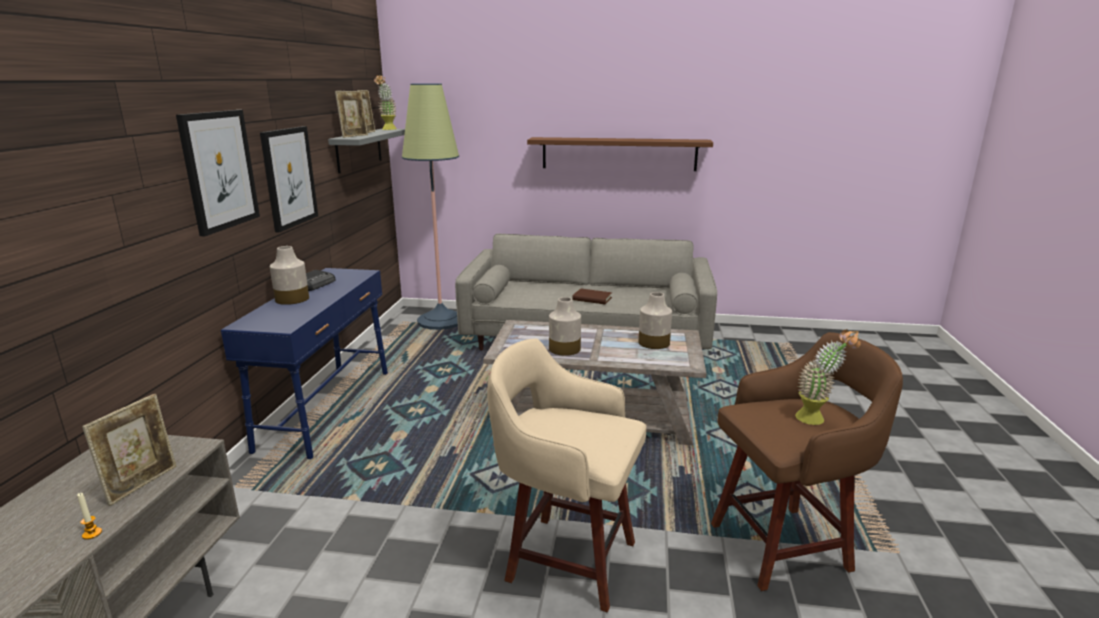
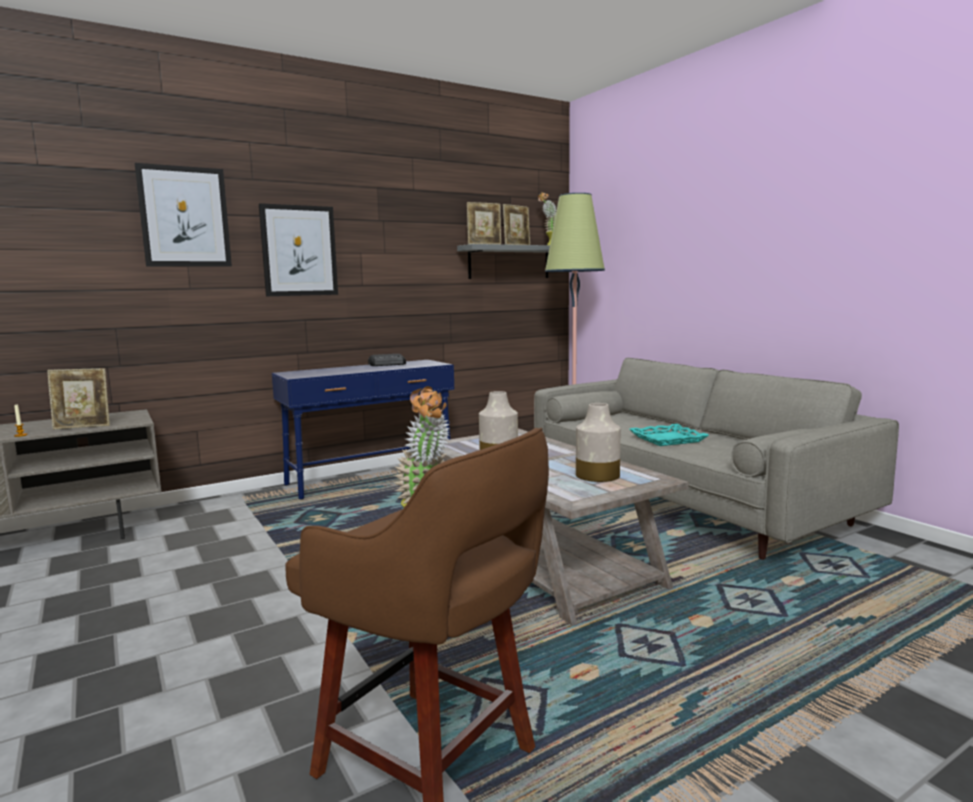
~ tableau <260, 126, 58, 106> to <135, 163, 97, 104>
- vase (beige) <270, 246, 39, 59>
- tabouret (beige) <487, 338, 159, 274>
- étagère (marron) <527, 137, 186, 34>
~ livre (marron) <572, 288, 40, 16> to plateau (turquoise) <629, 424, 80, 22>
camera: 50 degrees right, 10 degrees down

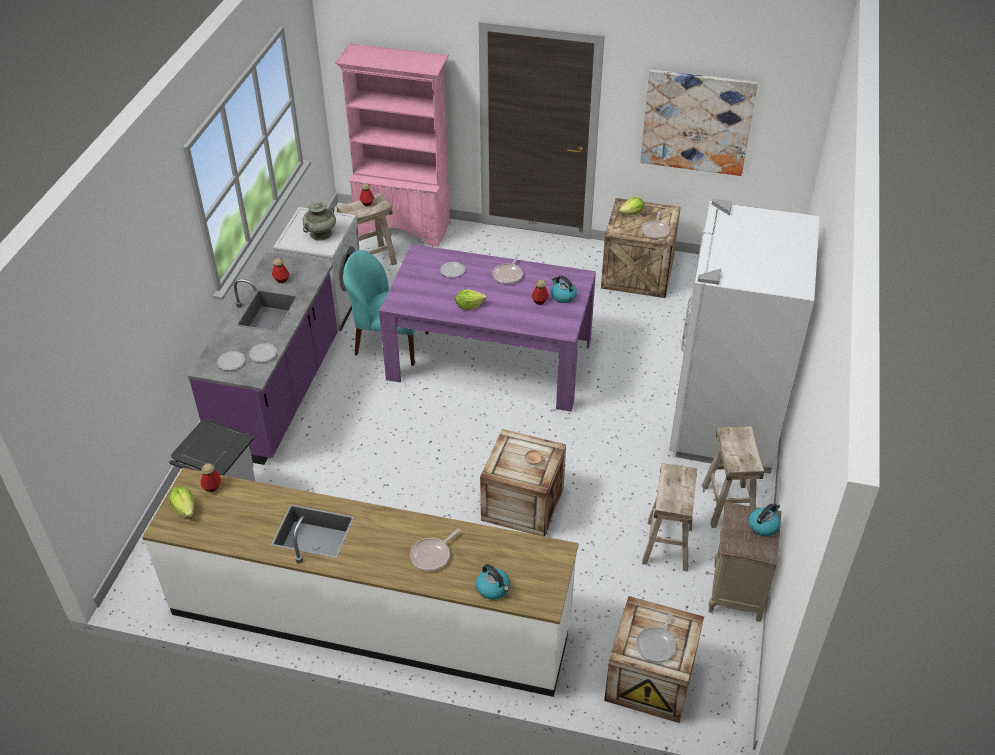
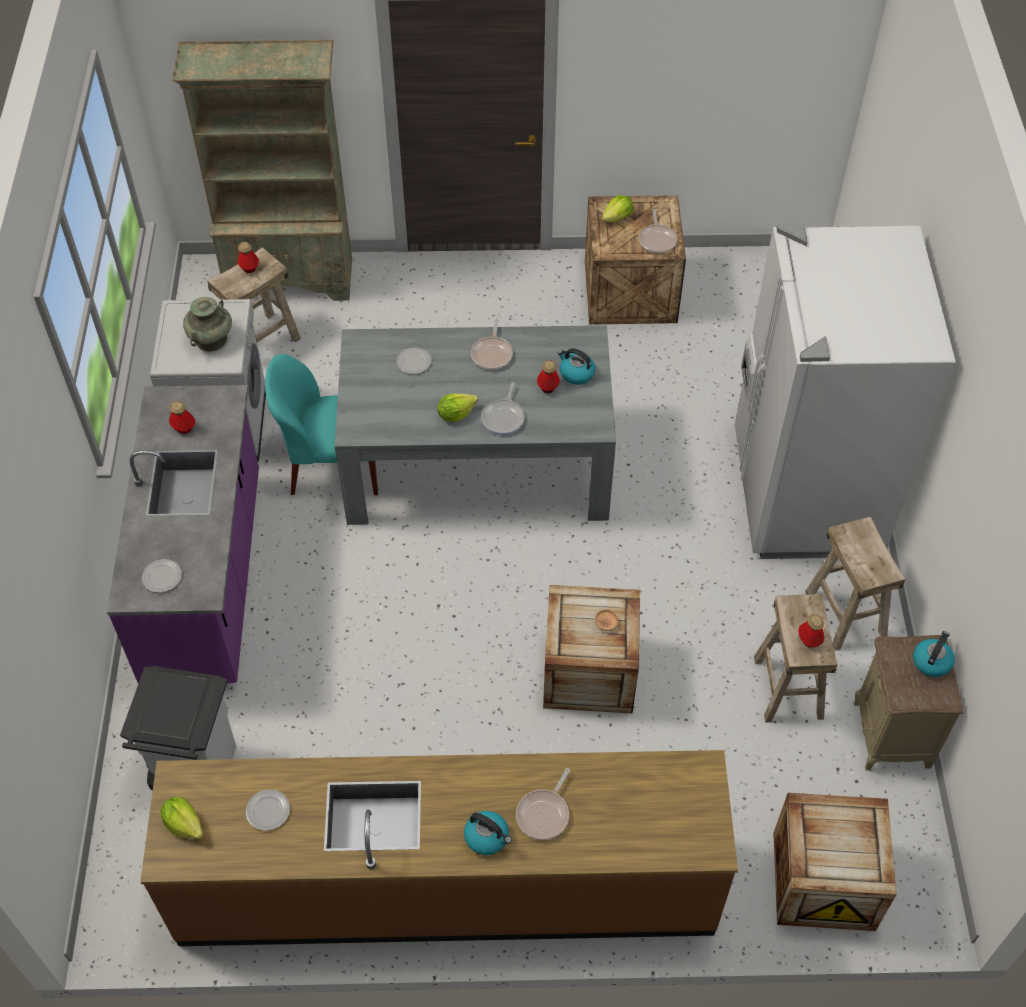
~ comptoir de cuisine (blanc) <142, 468, 437, 229> to comptoir de cuisine (marron) <140, 750, 598, 196>
~ bouteille <201, 463, 20, 29> to <798, 614, 27, 34>
~ assiette <249, 343, 28, 19> to <246, 789, 44, 42>
~ bibliothèque (rose) <335, 43, 115, 204> to bibliothèque (vert) <172, 40, 180, 261>
~ table à manger (violet) <379, 244, 217, 168> to table à manger (gris) <335, 325, 281, 200>
~ bouilloire <476, 564, 34, 36> to <464, 811, 48, 44>
~ poêle <636, 613, 40, 50> to <481, 382, 44, 53>
- tableau <640, 70, 118, 106>
camera: 15 degrees left, 10 degrees up

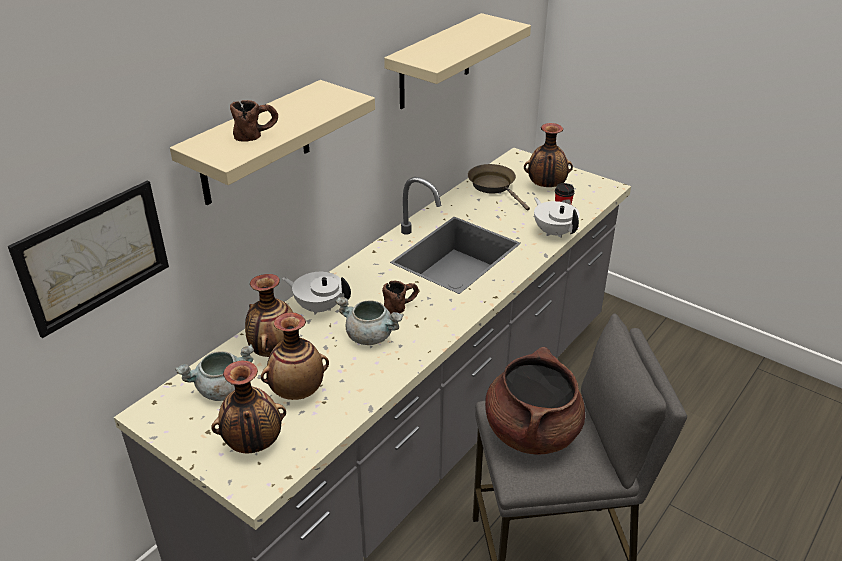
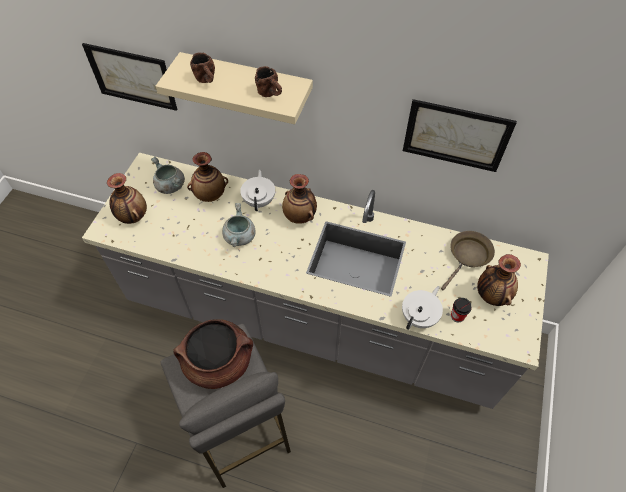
~ vase <261, 312, 68, 88> to <282, 174, 35, 50>
~ mug (marron) <382, 281, 37, 33> to <255, 66, 27, 31>
~ étagère (beige) <384, 13, 147, 96> to tableau <403, 99, 114, 73>
camera: 70 degrees right, 20 degrees up

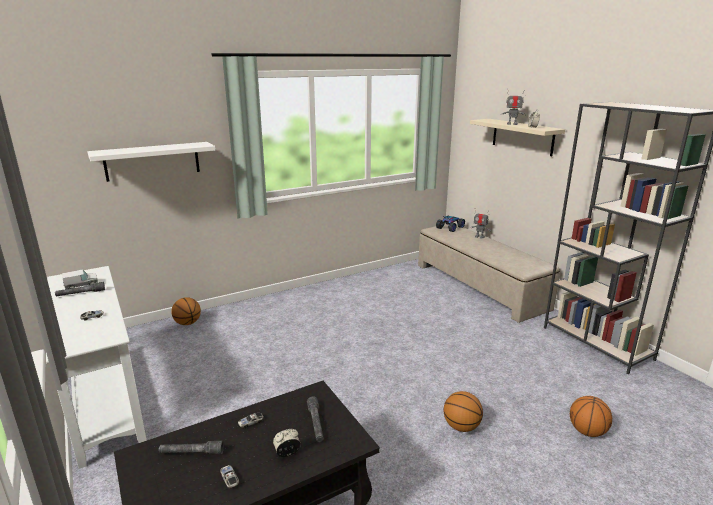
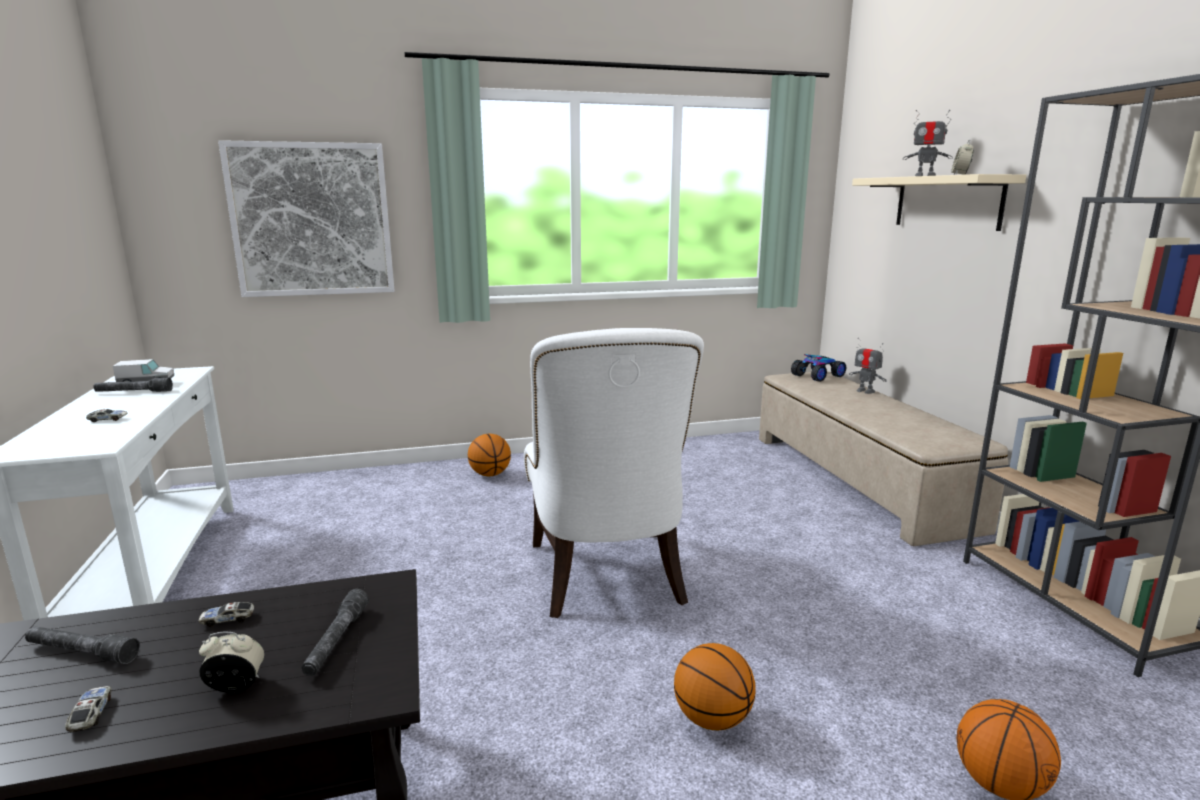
~ étagère (blanc) <87, 142, 129, 40> to tableau <218, 140, 177, 157>
~ ballon de basket <171, 297, 30, 28> to <468, 434, 43, 42>
+ chaise (blanc) <524, 328, 180, 290>
camera: 15 degrees right, 5 degrees down

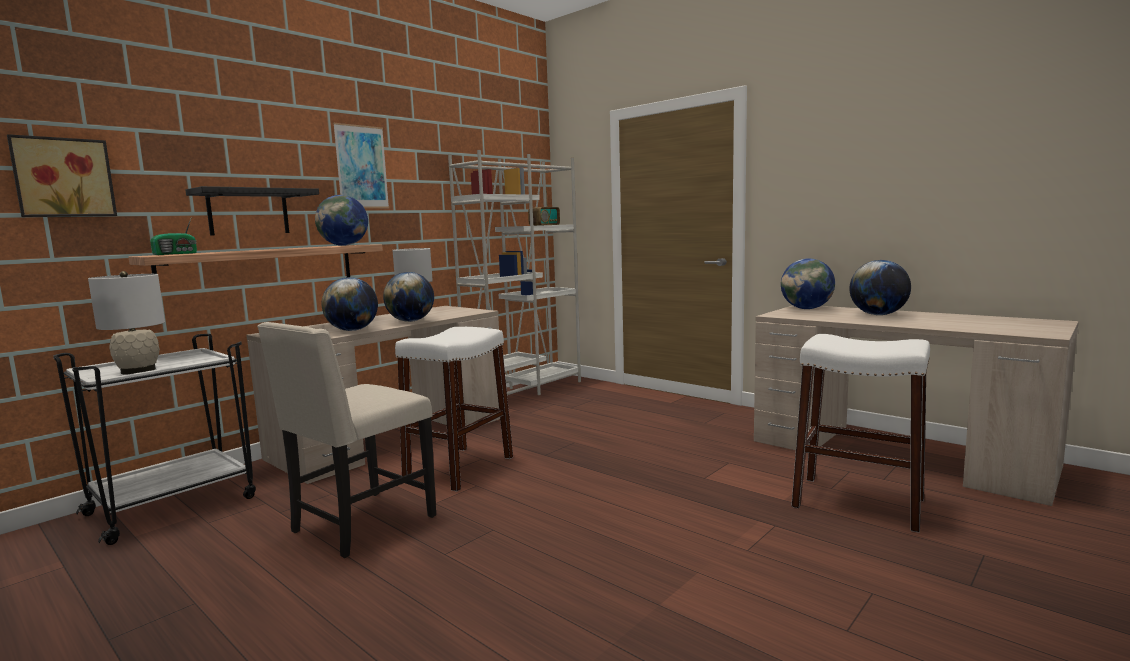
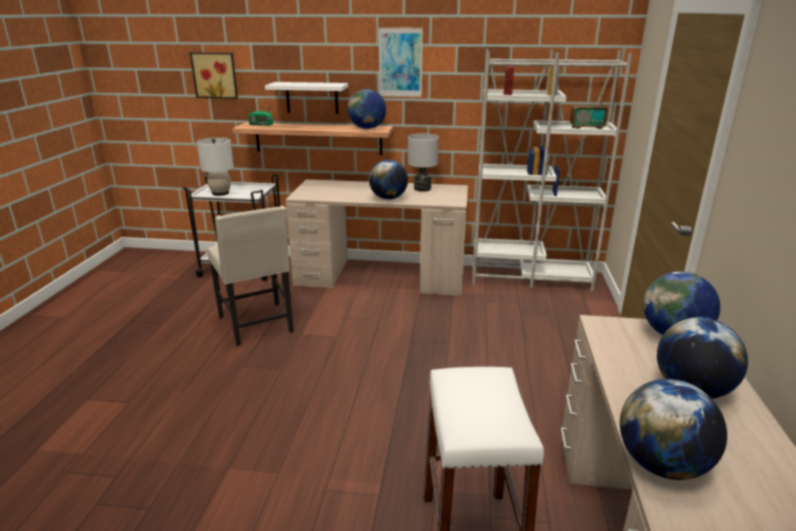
~ étagère (noir) <186, 186, 133, 50> to étagère (blanc) <265, 82, 83, 32>
~ chaise (beige) <257, 322, 179, 236> = <207, 206, 87, 140> 120 degrees counterclockwise
~ globe <322, 277, 56, 54> to <620, 379, 107, 101>
- tabouret (blanc) <395, 327, 118, 165>
camera: 55 degrees right, 15 degrees up

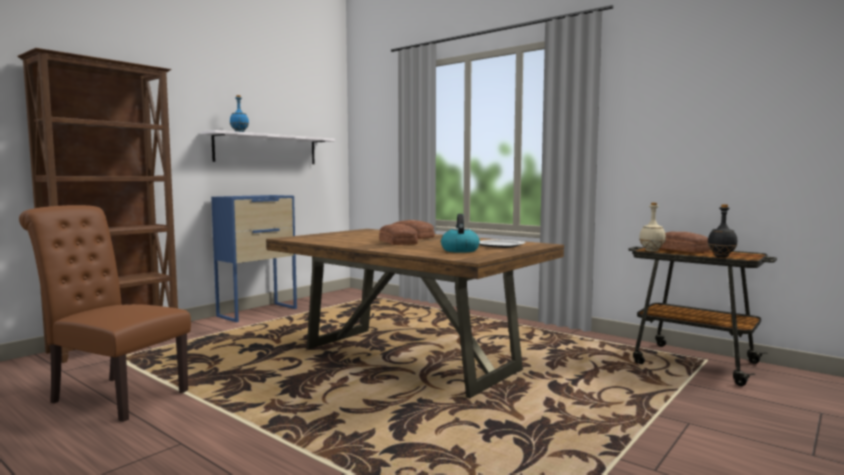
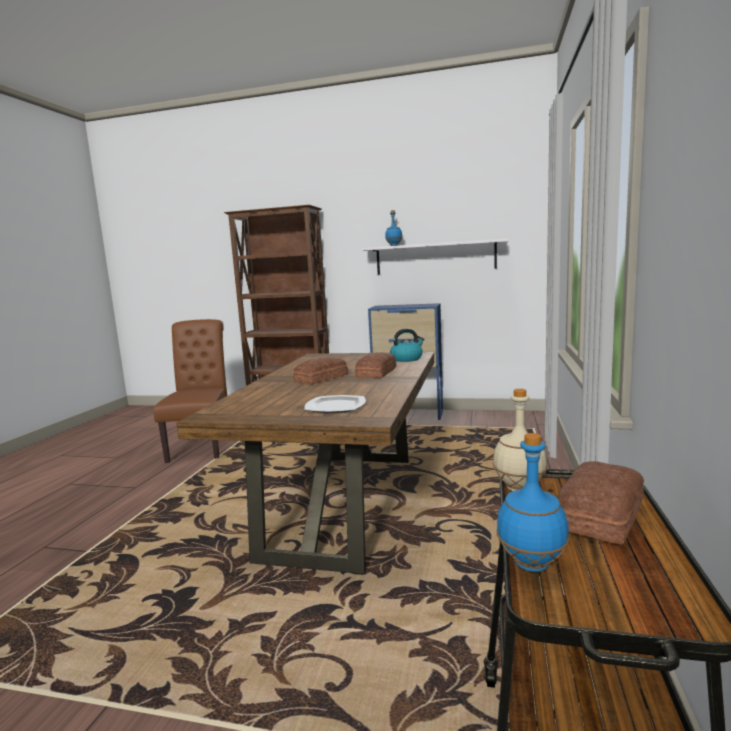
~ bouilloire <441, 214, 39, 39> to <390, 329, 34, 33>
~ bouteille (noir) <707, 204, 30, 53> to bouteille (bleu) <496, 433, 73, 139>
camera: 65 degrees right, 5 degrees up

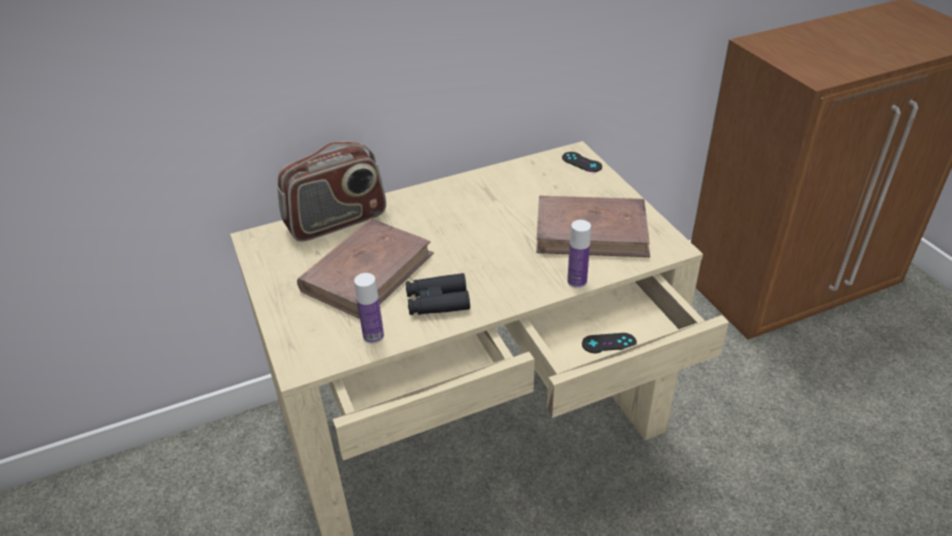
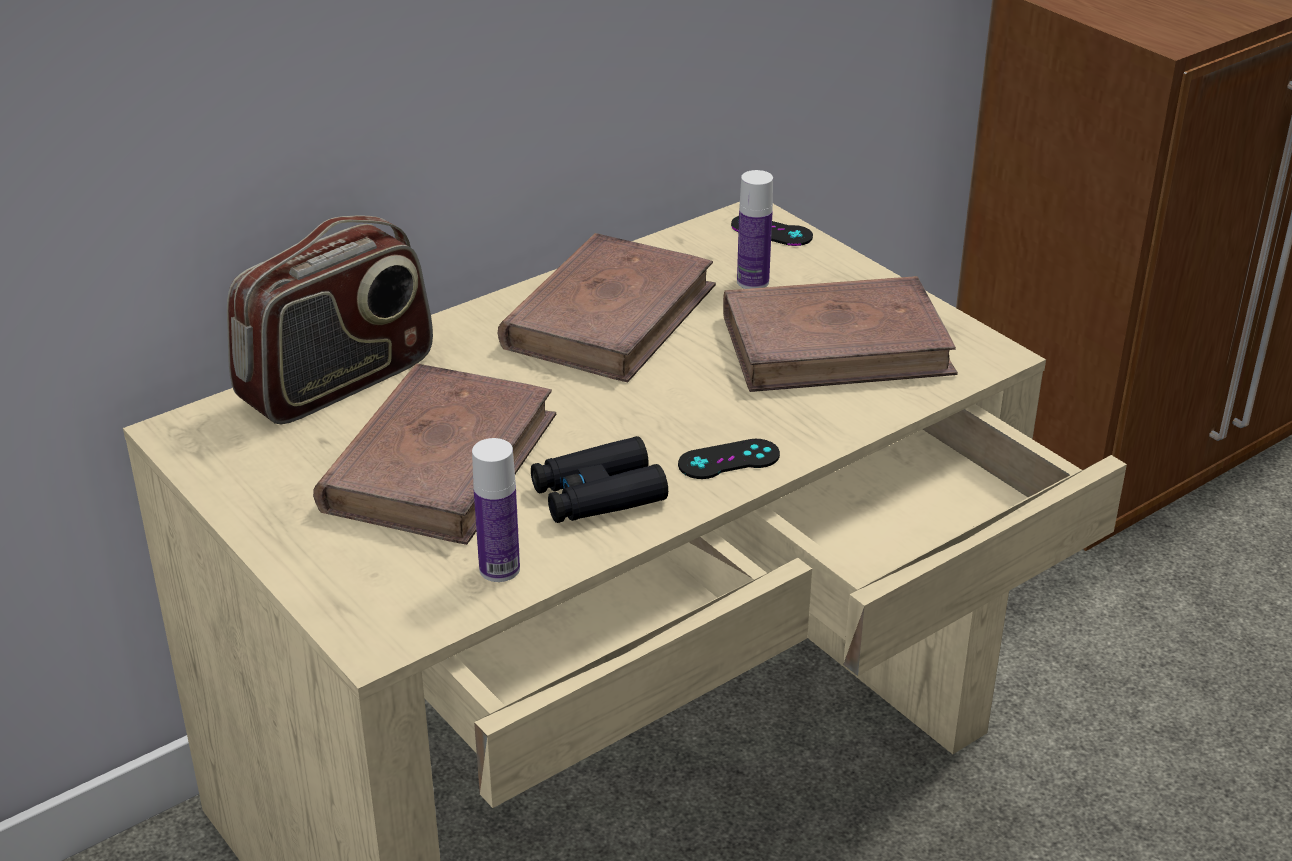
~ bouteille <567, 220, 24, 68> to <737, 170, 36, 119>
~ manette (noir) <582, 333, 55, 20> to <678, 439, 102, 40>
+ livre (marron) <498, 233, 218, 149>
camera: 15 degrees left, 5 degrees down

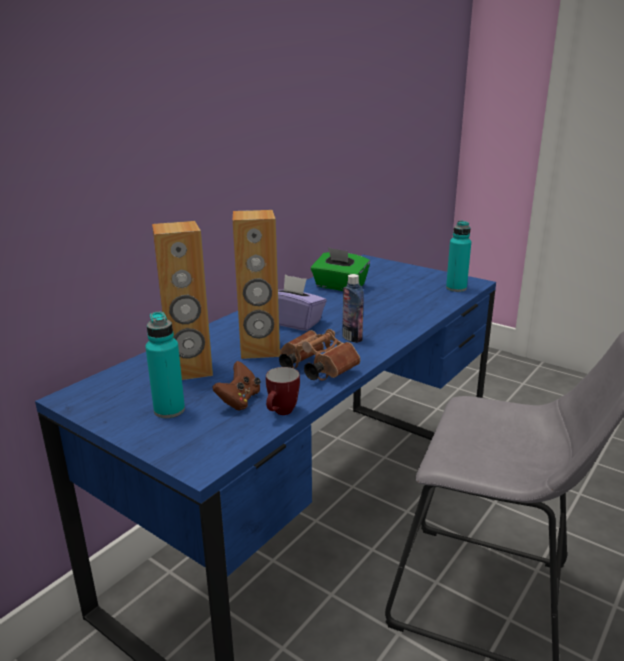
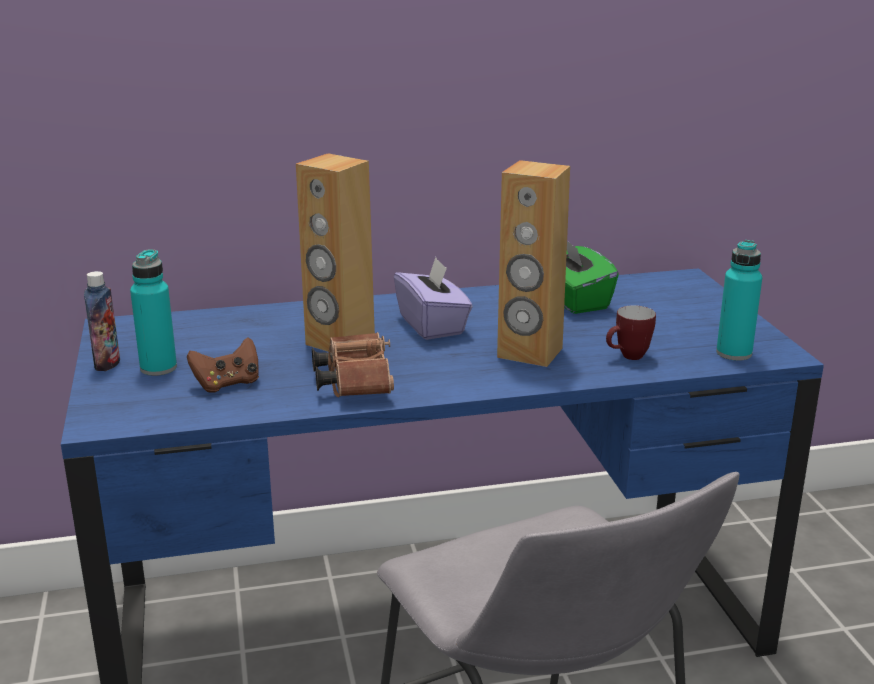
~ enceinte (marron) <152, 221, 61, 159> to <497, 160, 73, 207>
~ mug <266, 367, 34, 48> to <606, 305, 50, 55>
~ bouteille <342, 274, 22, 69> to <84, 271, 36, 100>
camera: 40 degrees right, 0 degrees up

